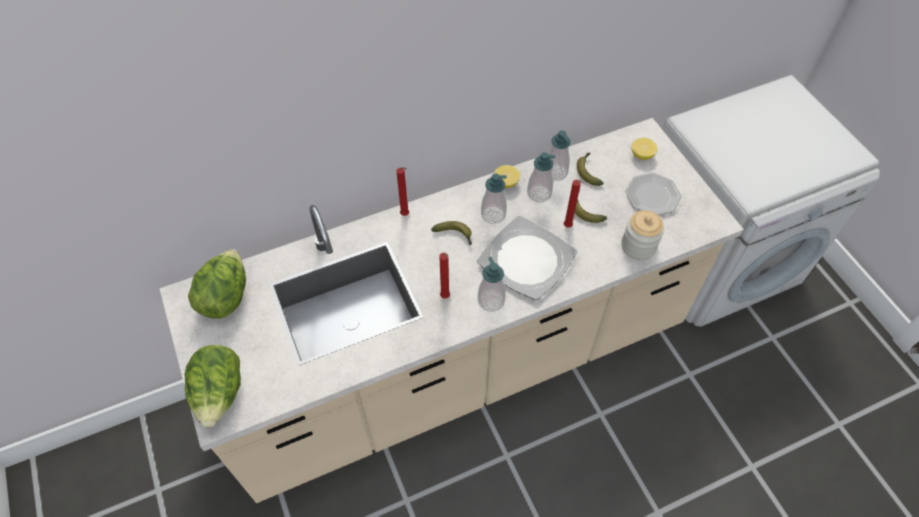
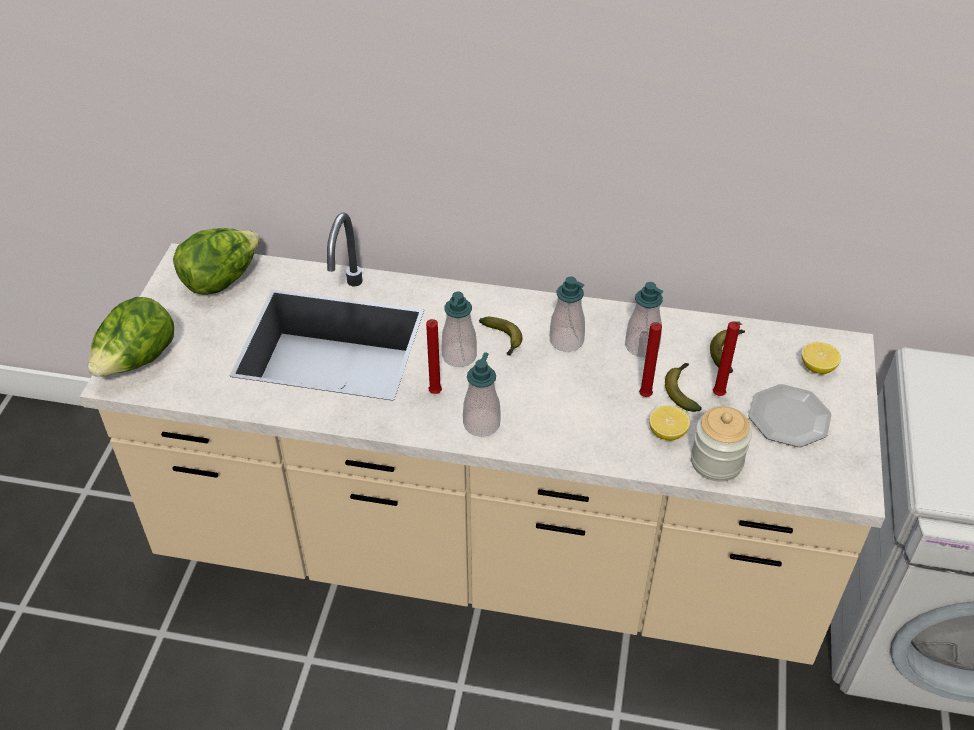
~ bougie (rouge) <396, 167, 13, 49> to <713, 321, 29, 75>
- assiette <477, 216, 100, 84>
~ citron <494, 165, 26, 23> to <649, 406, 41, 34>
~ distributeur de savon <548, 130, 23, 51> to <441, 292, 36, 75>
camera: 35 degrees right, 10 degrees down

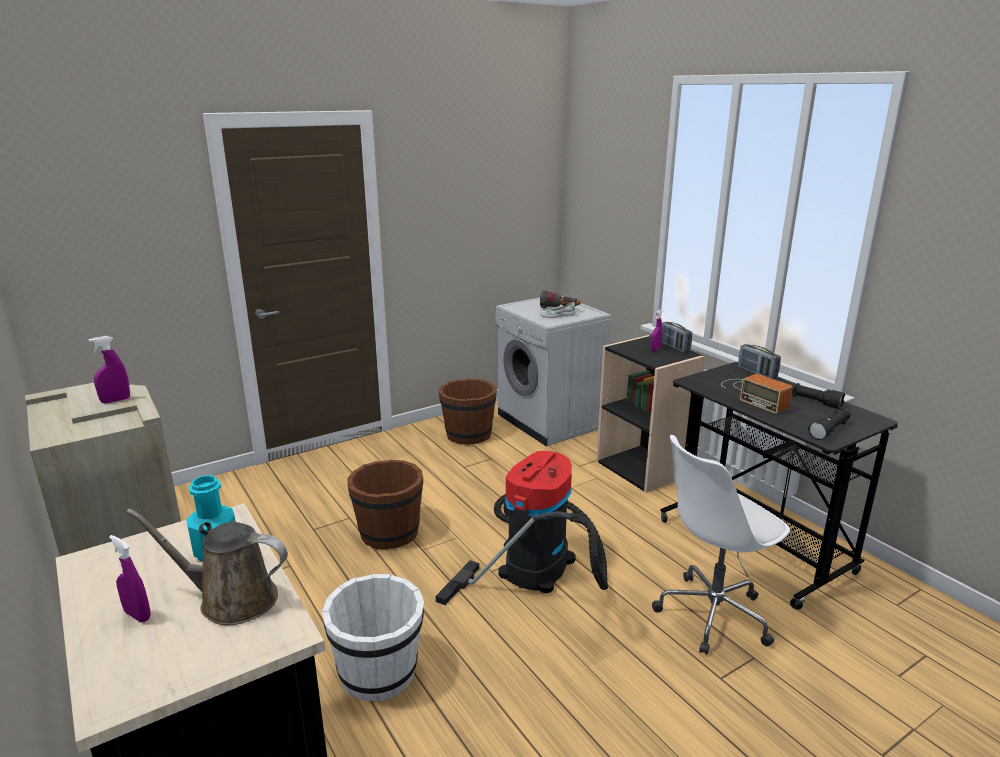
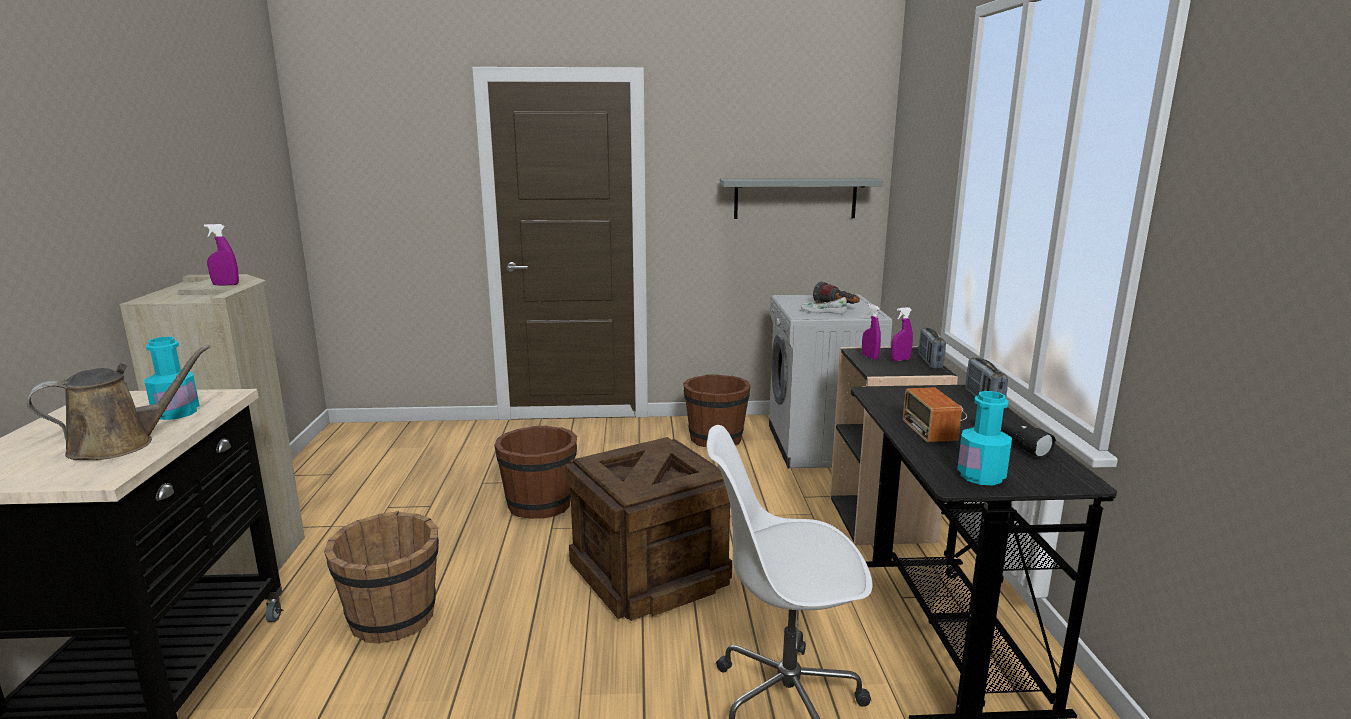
~ vaporisateur (violet) <109, 535, 42, 87> to <862, 304, 19, 56>
~ arrosoir (marron) <126, 508, 162, 117> = <27, 344, 184, 116> 105 degrees clockwise
~ seau (blanc) <322, 574, 102, 128> to seau (marron) <324, 511, 115, 133>
~ aspirateur <436, 451, 172, 154> to caisse <565, 437, 167, 184>
~ lampe de poche (noir) <808, 409, 43, 31> to bouteille (turquoise) <957, 391, 55, 94>
+ étagère (gris) <720, 178, 163, 41>
camera: 30 degrees right, 5 degrees down

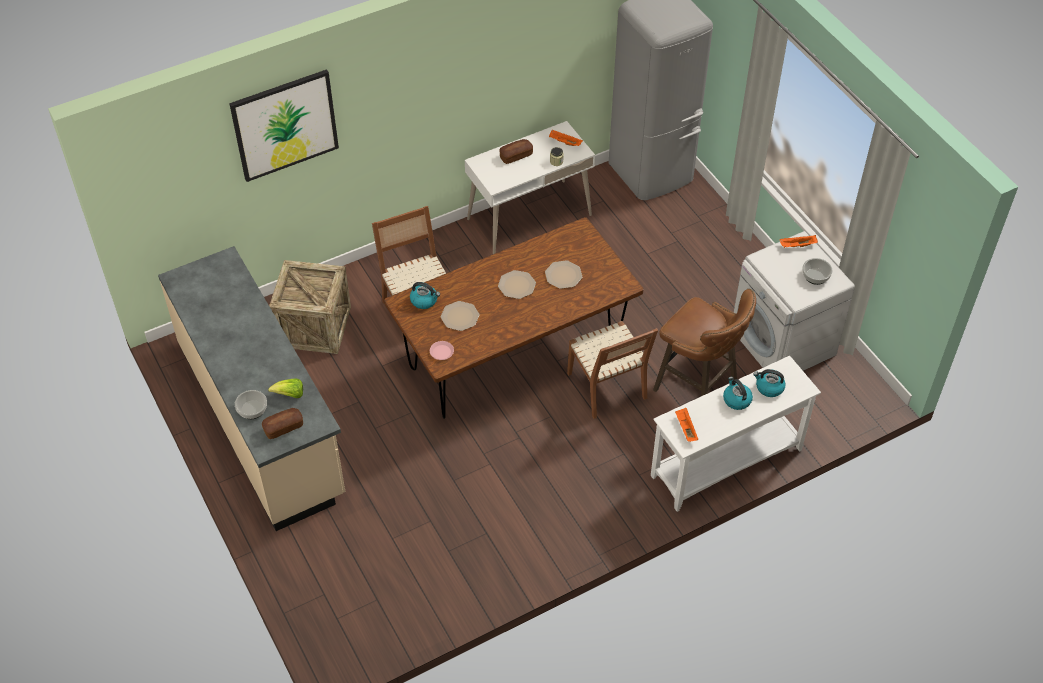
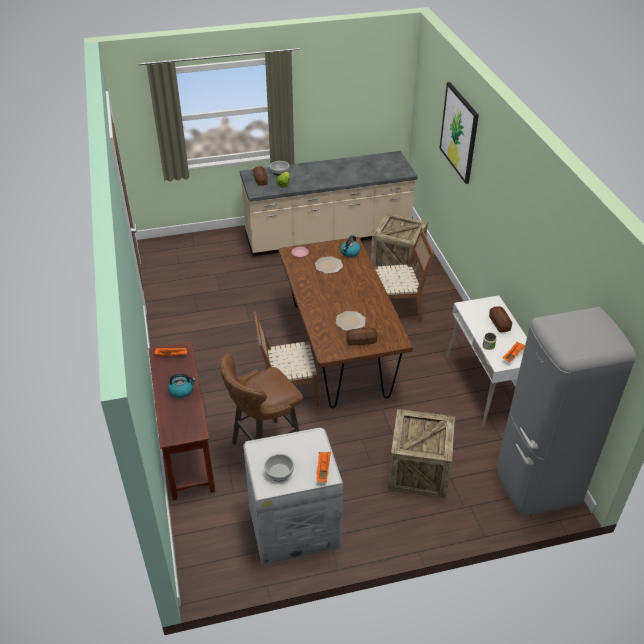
- assiette <498, 270, 38, 29>
~ table console (blanc) <651, 356, 170, 156> to table console (marron) <148, 341, 67, 159>
- bouilloire <753, 369, 33, 28>
+ pain <346, 328, 32, 18>
+ caisse <388, 409, 67, 90>
camera: 105 degrees right, 10 degrees down

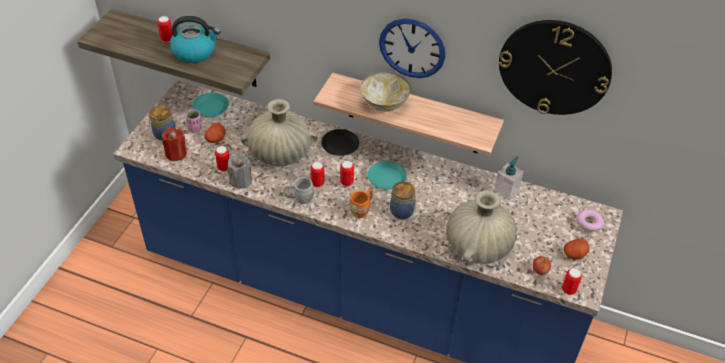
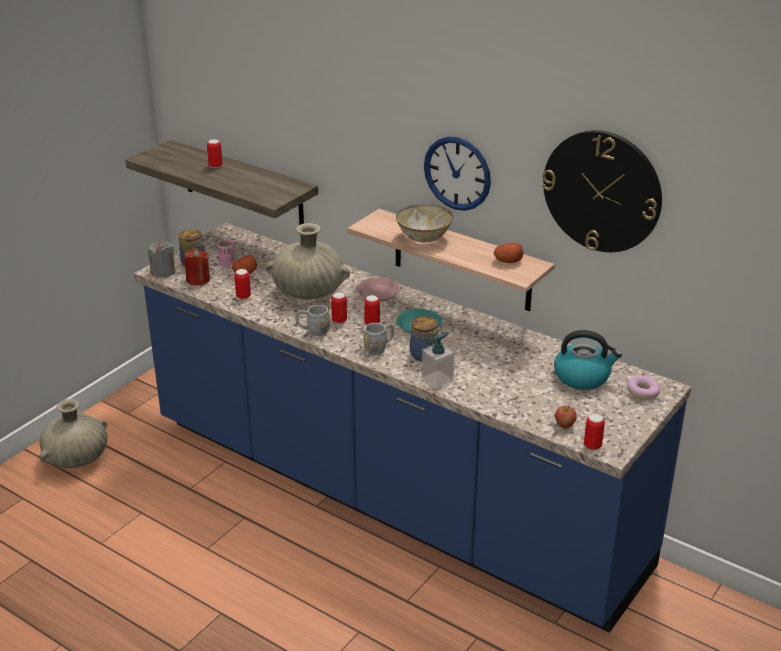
~ bouilloire <170, 16, 51, 47> to <554, 330, 68, 60>
- assiette (turquoise) <192, 93, 37, 24>
~ bougie (gris) <227, 154, 25, 35> to <148, 241, 27, 37>
~ assiette (noir) <321, 129, 38, 27> to assiette (rose) <357, 278, 43, 23>
~ mug (orange) <349, 189, 24, 29> to mug (gris) <363, 323, 31, 32>
~ vase (beige) <446, 190, 71, 74> to <39, 399, 69, 69>
~ distributeur de savon <494, 156, 30, 44> to <421, 332, 34, 56>
~ pomme de terre <563, 238, 26, 22> to <494, 243, 29, 20>
camera: 15 degrees right, 15 degrees down

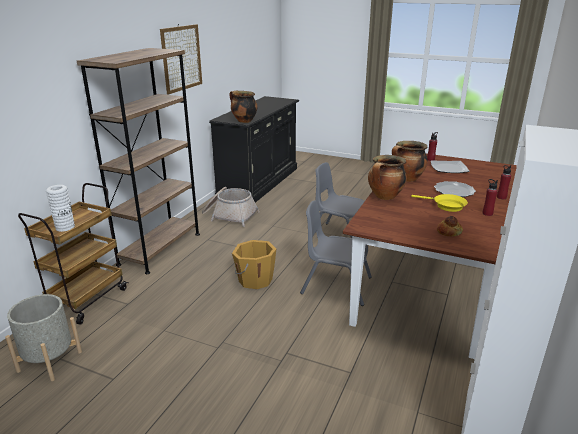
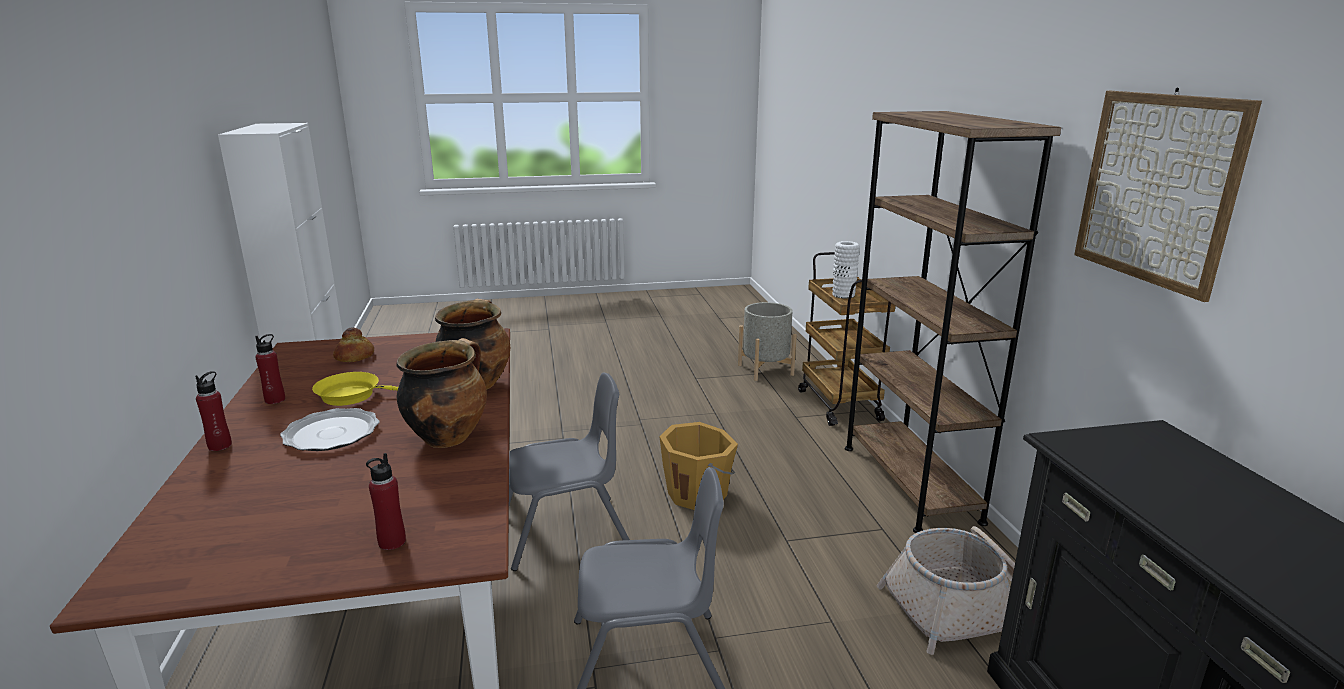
- marmite <229, 91, 28, 32>
- assiette <431, 160, 39, 13>
camera: 145 degrees right, 5 degrees down

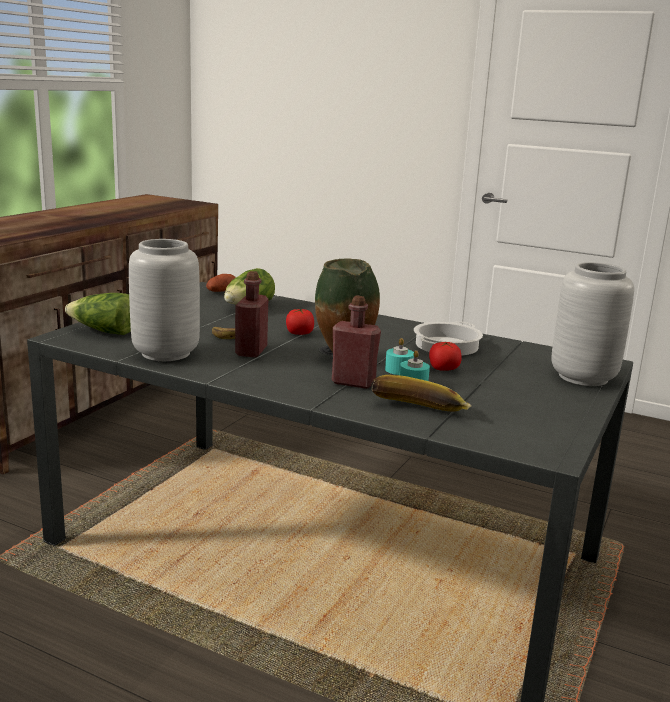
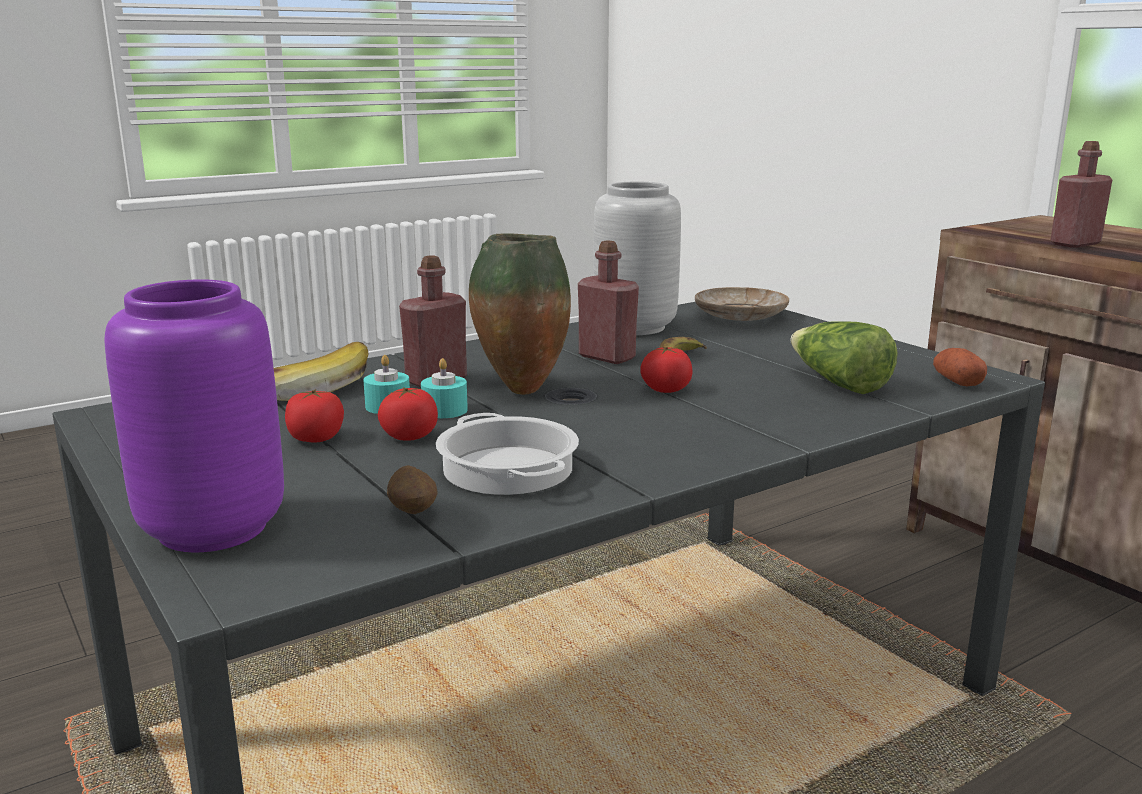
~ laitue <65, 293, 66, 42> to assiette (beige) <695, 287, 94, 34>
~ vase (gris) <551, 262, 83, 124> to vase (violet) <104, 279, 180, 273>
+ tomate <285, 389, 59, 53>
+ pomme de terre <387, 465, 51, 49>
+ bouteille (rouge) <1050, 141, 62, 107>
camera: 120 degrees right, 0 degrees up

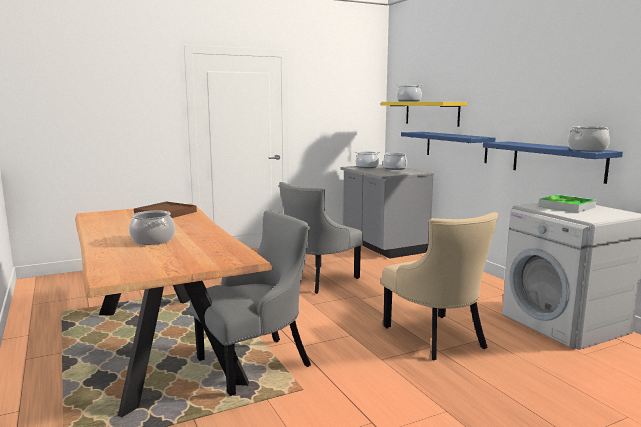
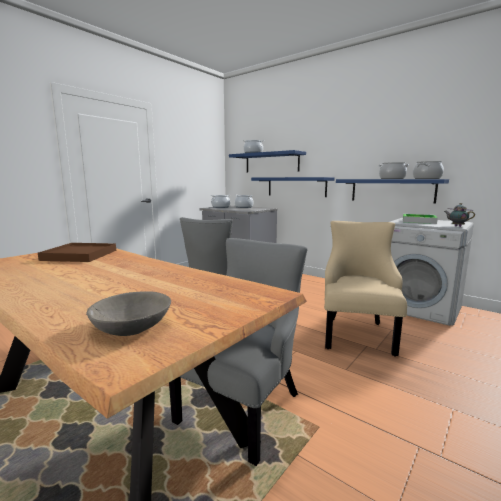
~ marmite <129, 211, 46, 34> to <379, 162, 30, 17>
~ étagère (jaune) <381, 102, 86, 25> to étagère (bleu) <229, 150, 77, 22>
~ chaise (beige) <381, 212, 117, 148> = <324, 221, 83, 136> 120 degrees counterclockwise
+ bol (gris) <86, 291, 85, 45>
+ théière <444, 203, 31, 24>
camera: 25 degrees left, 0 degrees up

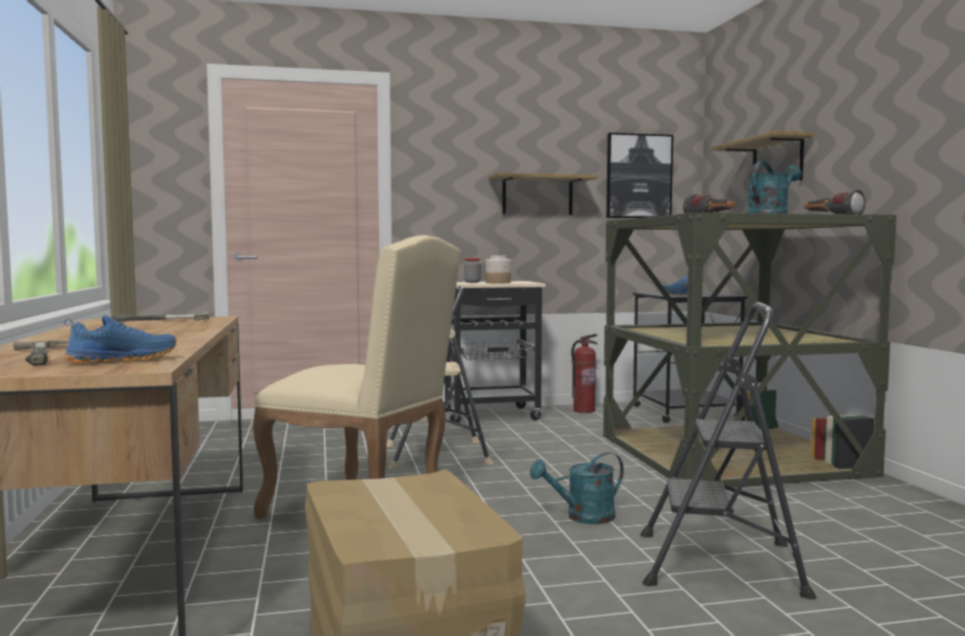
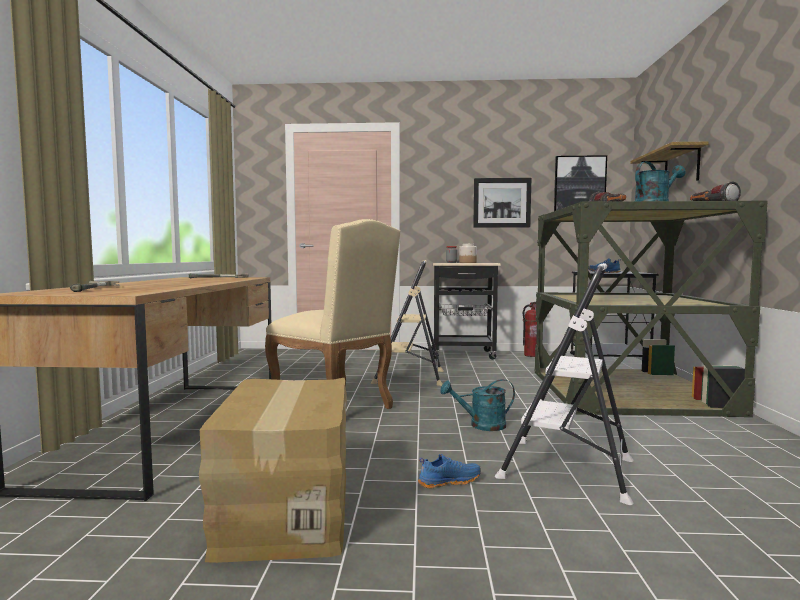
~ chaussure (bleu) <64, 315, 113, 49> to <418, 454, 63, 34>
~ étagère <489, 173, 109, 42> to tableau <473, 178, 59, 50>
~ escabeau (noir) <640, 302, 177, 298> to escabeau (blanc) <495, 263, 139, 242>
camera: 15 degrees right, 0 degrees up

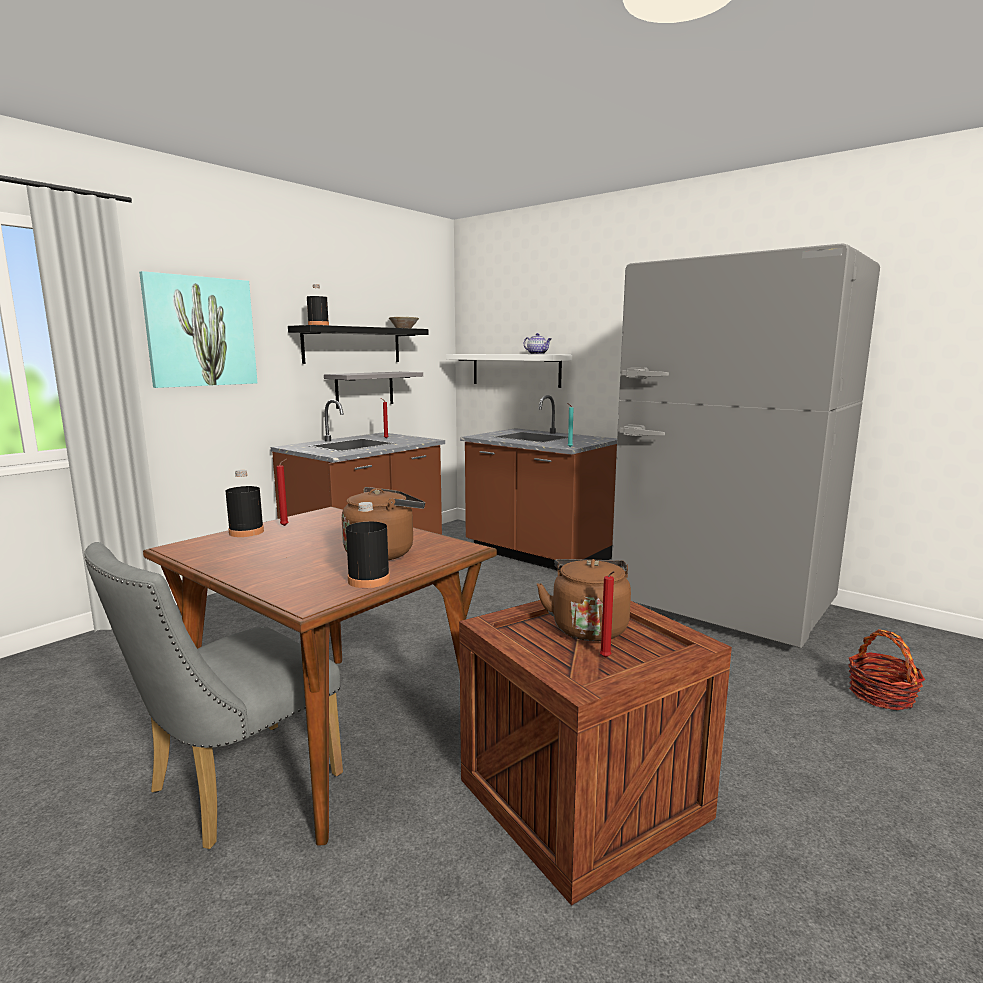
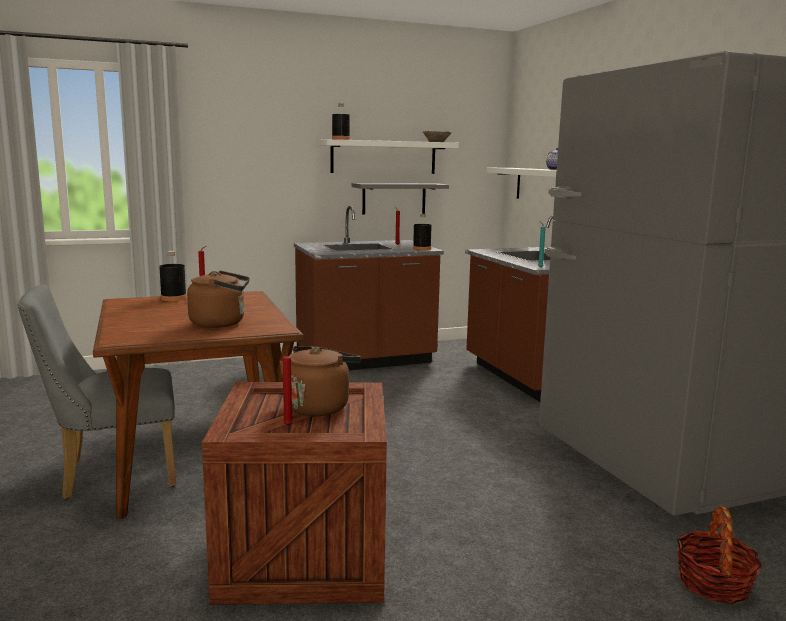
- tableau <139, 271, 118, 117>
~ étagère (noir) <288, 325, 140, 39> to étagère (blanc) <319, 139, 140, 35>
~ bouteille (noir) <346, 502, 44, 86> to <413, 214, 19, 36>
camera: 30 degrees right, 0 degrees up

